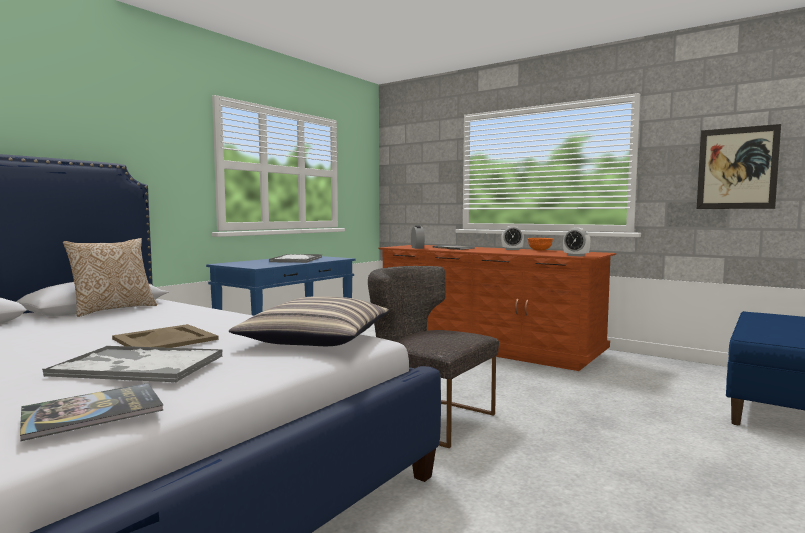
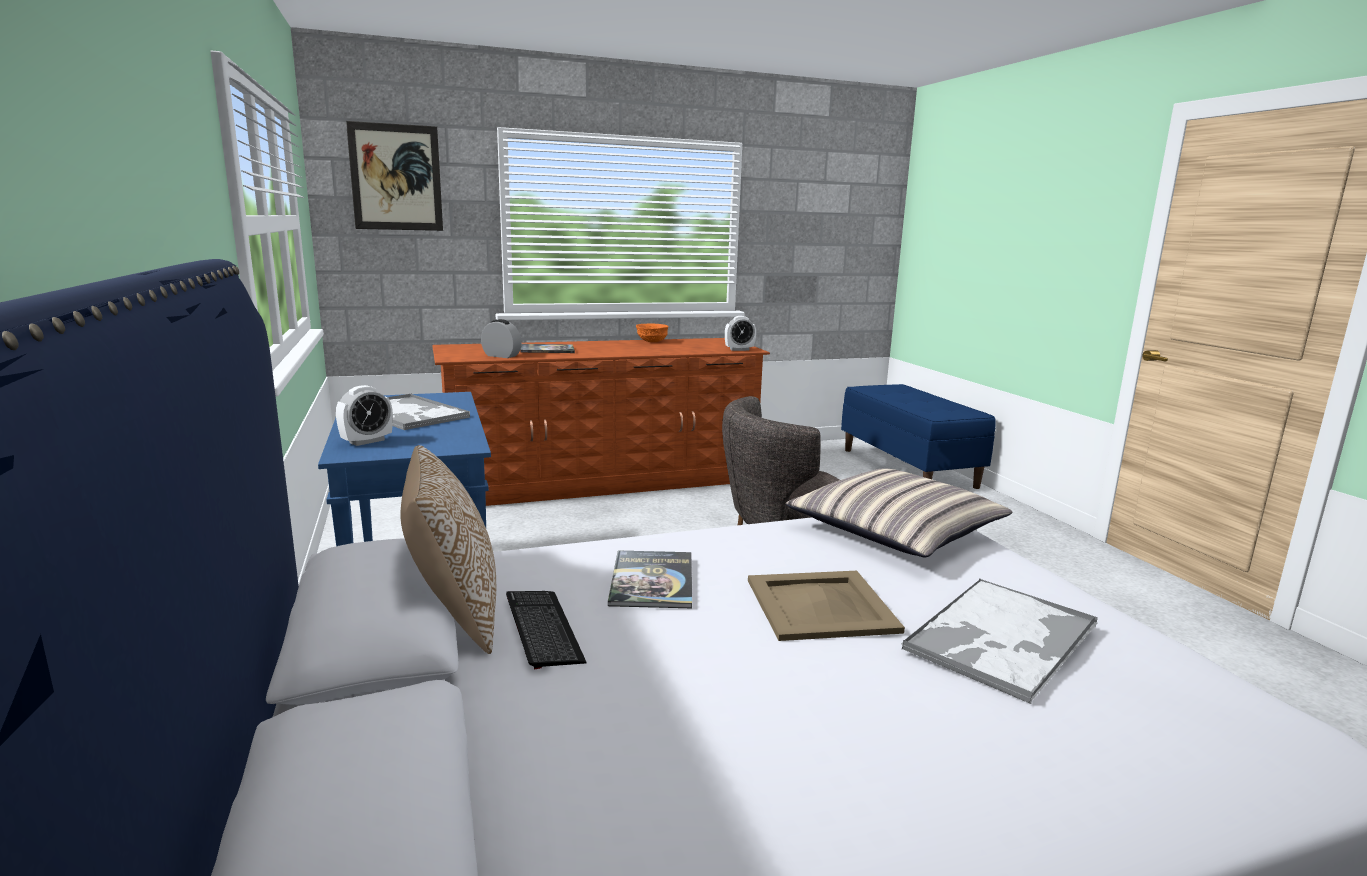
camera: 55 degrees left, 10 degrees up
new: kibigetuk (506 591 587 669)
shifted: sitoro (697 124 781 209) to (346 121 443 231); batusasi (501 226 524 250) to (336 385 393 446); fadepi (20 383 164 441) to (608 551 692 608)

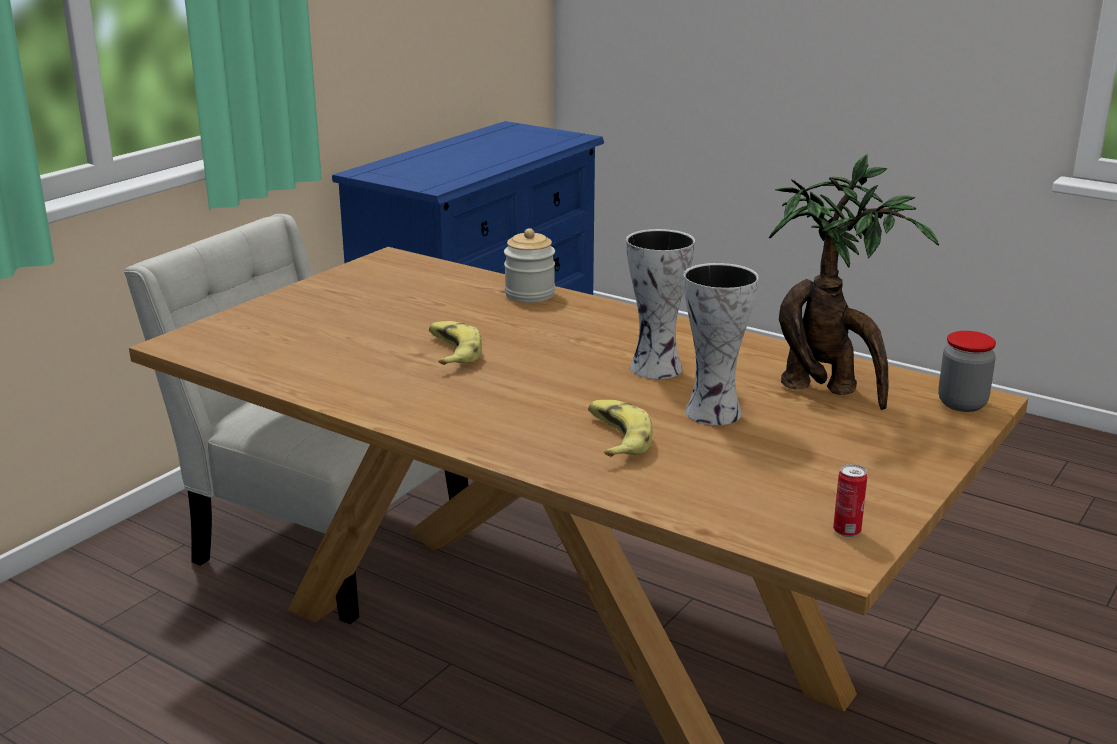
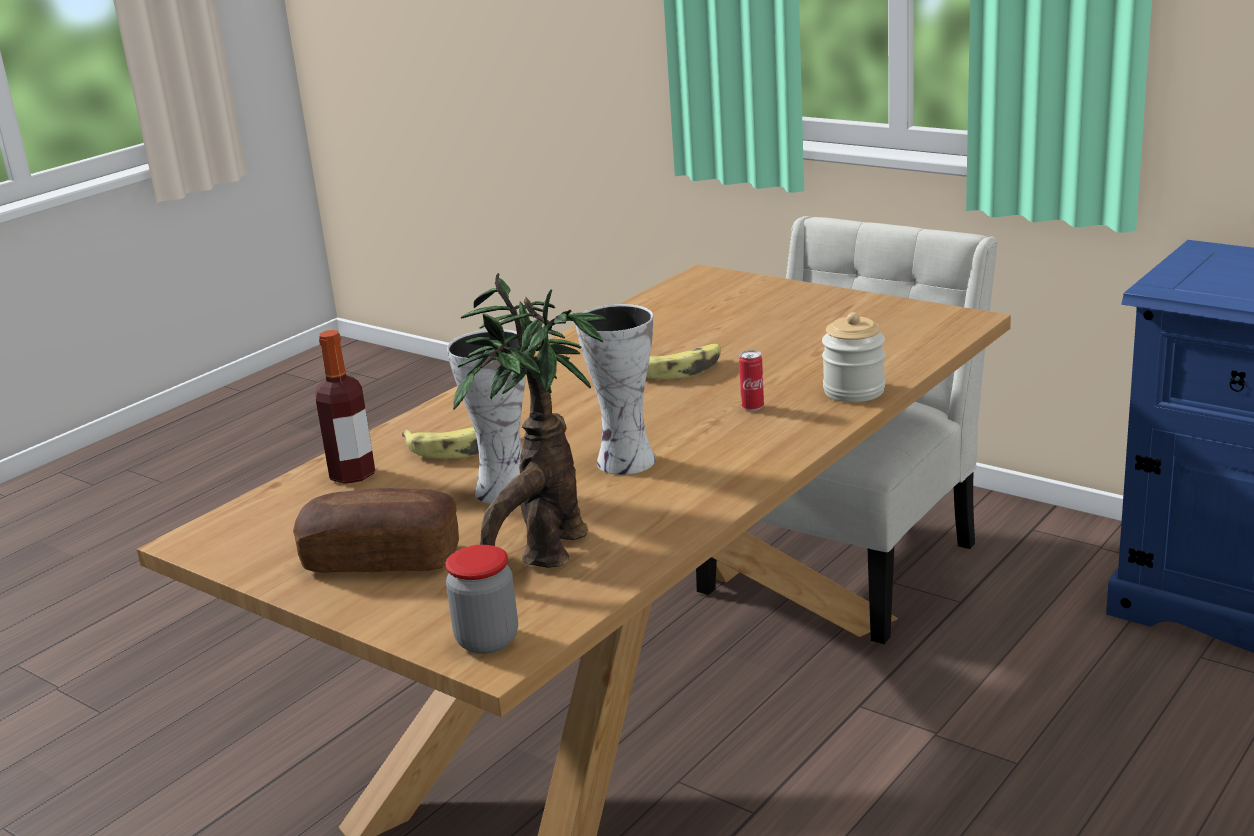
camera: 95 degrees right, 0 degrees up
new: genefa (316 330 375 484); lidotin (293 488 459 573)
shifted: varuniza (833 464 867 537) to (739 350 764 411)

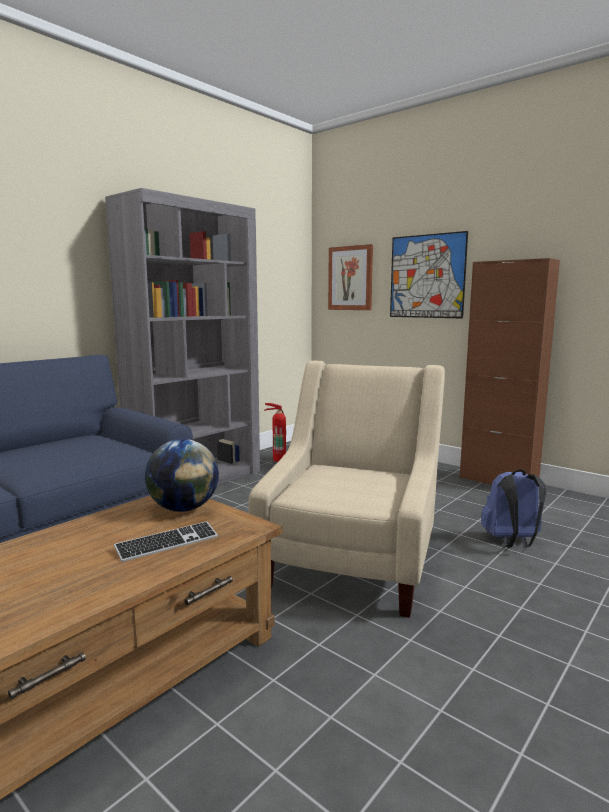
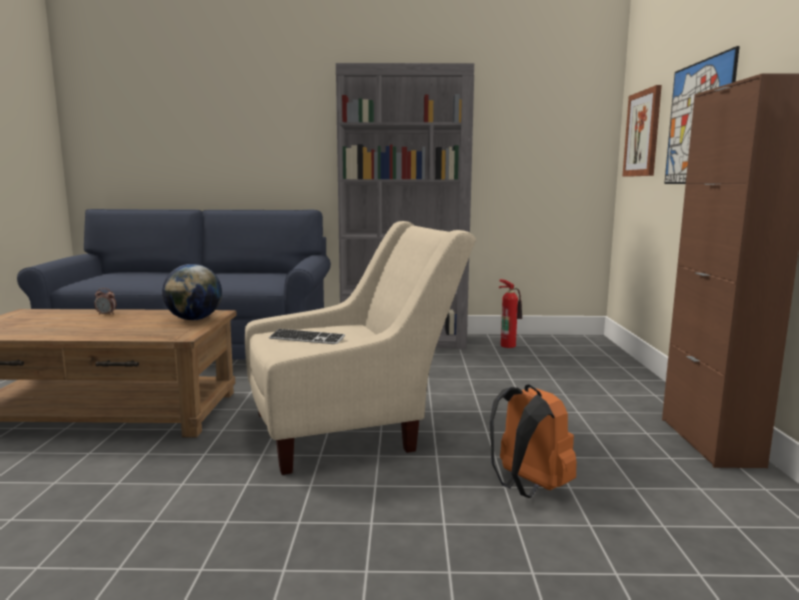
camera: 50 degrees right, 0 degrees up
new: batusasi (94 288 116 315)
shifted: kibigetuk (114 521 218 562) to (269 329 345 344)
repainted: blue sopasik (481 469 546 548) to orange sopasik (490 384 577 498)

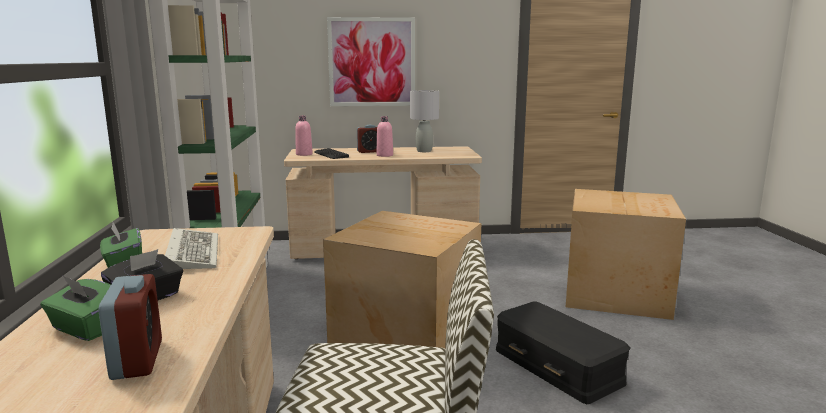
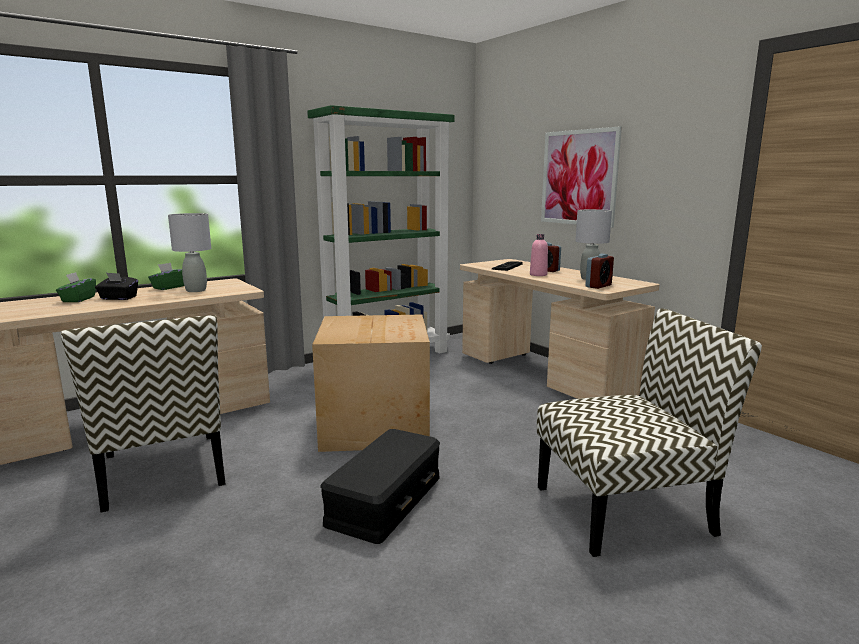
camera: 60 degrees right, 0 degrees up
gone: pink genefa (295 116 313 156)
shifted: batusasi (98 274 162 380) to (585 254 614 289)
swapped: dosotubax (566 189 686 320) to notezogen (537 308 762 557); kibigetuk (165 228 218 269) to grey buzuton (168 213 211 292)

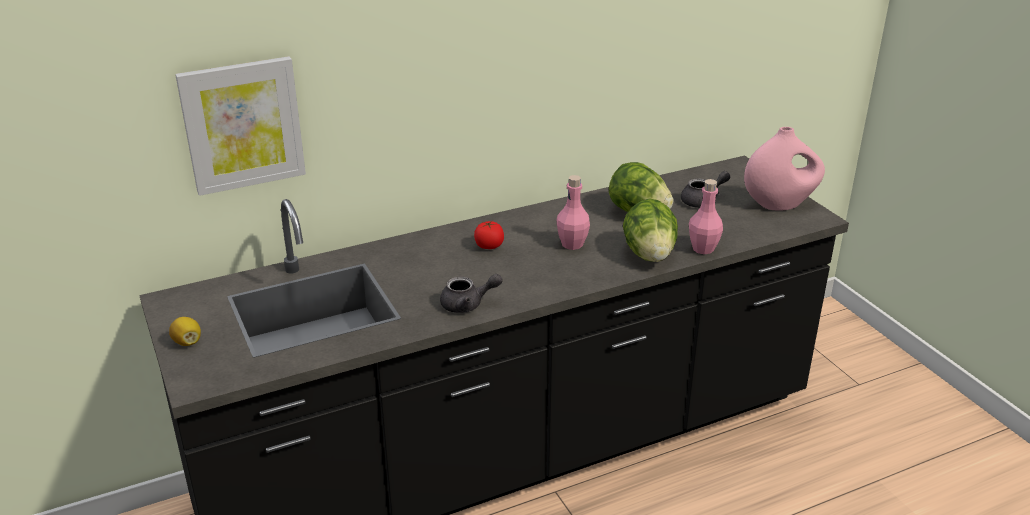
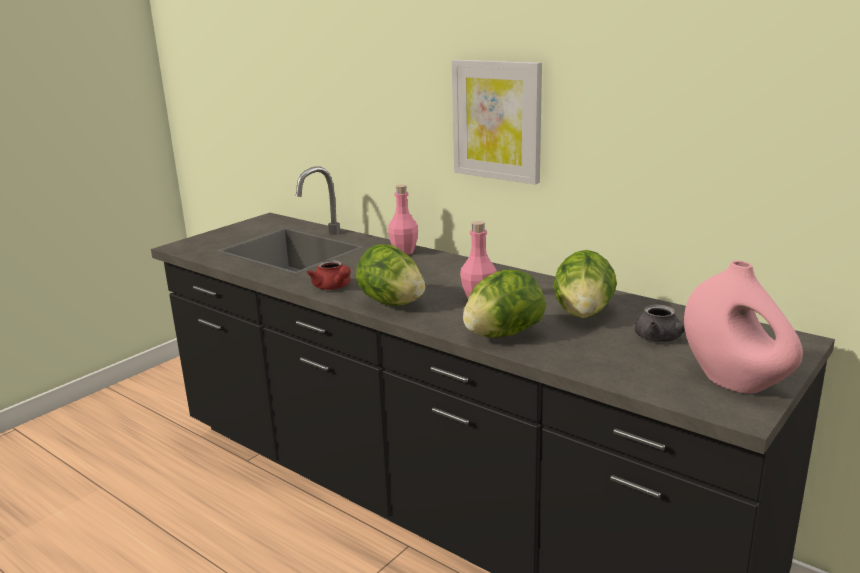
camera: 65 degrees right, 10 degrees down
gone: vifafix (474 221 504 249); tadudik (169 317 201 346)
new: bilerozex (356 244 425 306)
shifted: sitoro (175 56 306 196) to (452 59 542 185); pink genefa (689 179 723 254) to (388 184 418 255)
repainted: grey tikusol (440 274 503 313) to red tikusol (307 260 351 290)

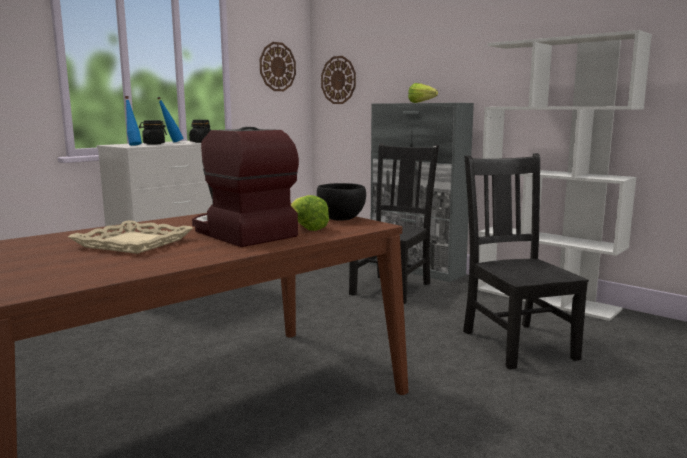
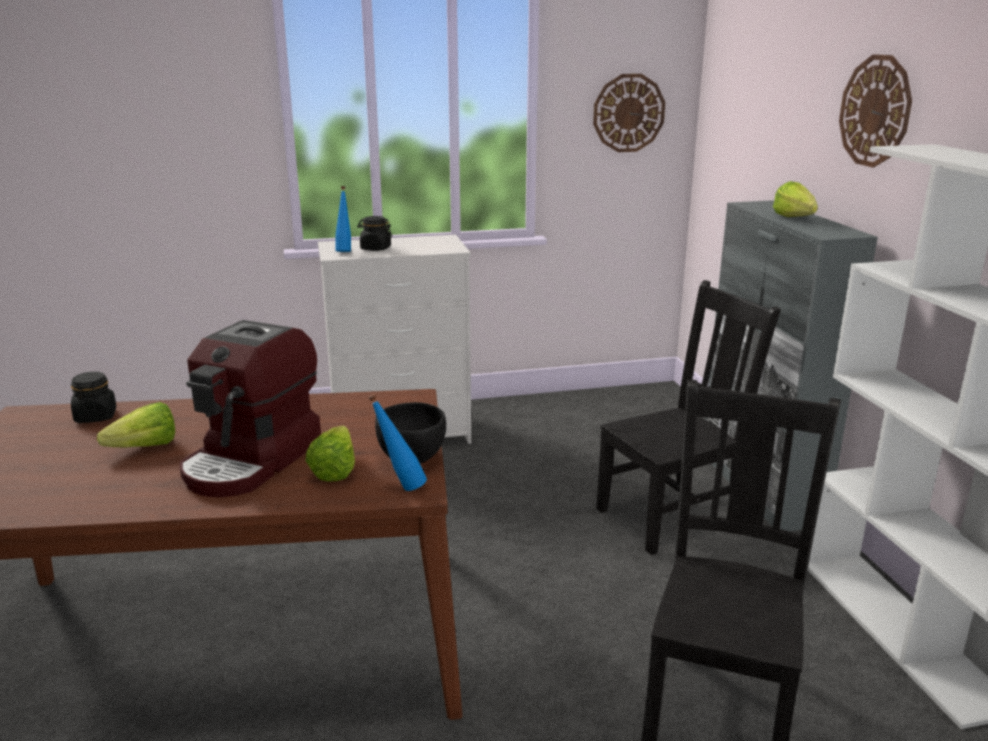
camera: 35 degrees right, 10 degrees up
shifted: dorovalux (321 56 356 104) to (839 54 912 167); blue genefa (157 97 183 143) to (368 394 427 491); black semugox (189 120 211 143) to (71 372 116 423)
swapped: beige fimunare (68 220 193 254) to bilerozex (97 402 175 447)
rotated: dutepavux (192 127 299 247) = (180 320 321 497) 150 degrees counterclockwise

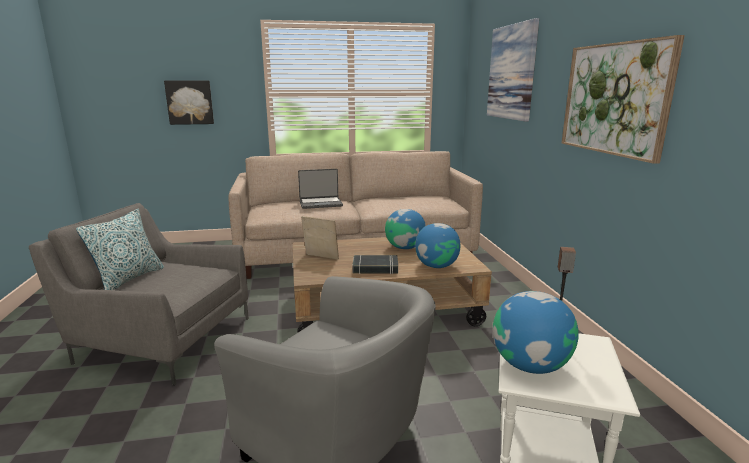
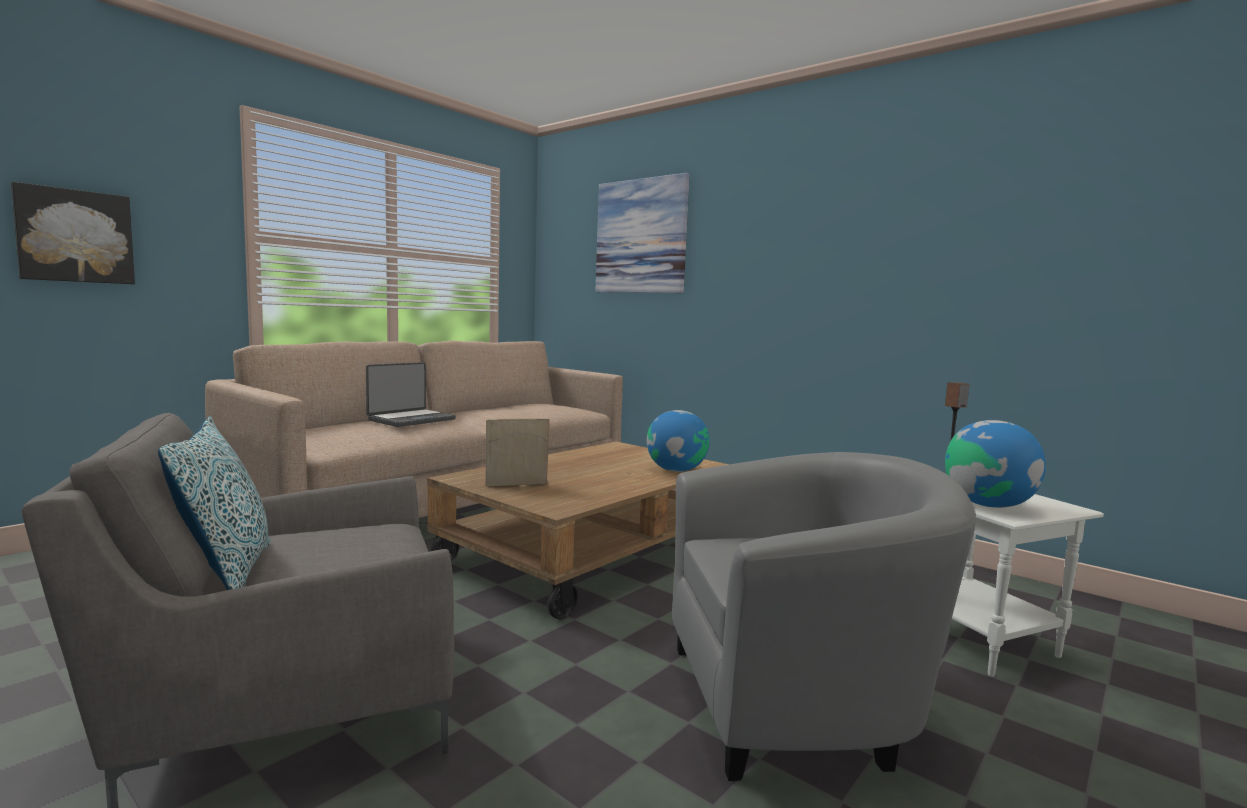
camera: 40 degrees left, 10 degrees down
gone: sitoro (562 35 685 164); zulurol (385 209 426 249); black fadepi (352 255 398 274)

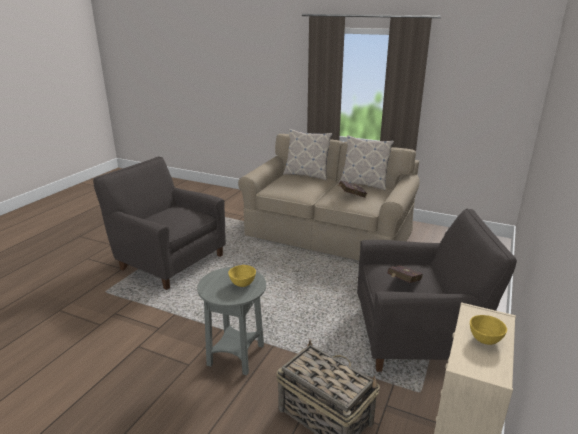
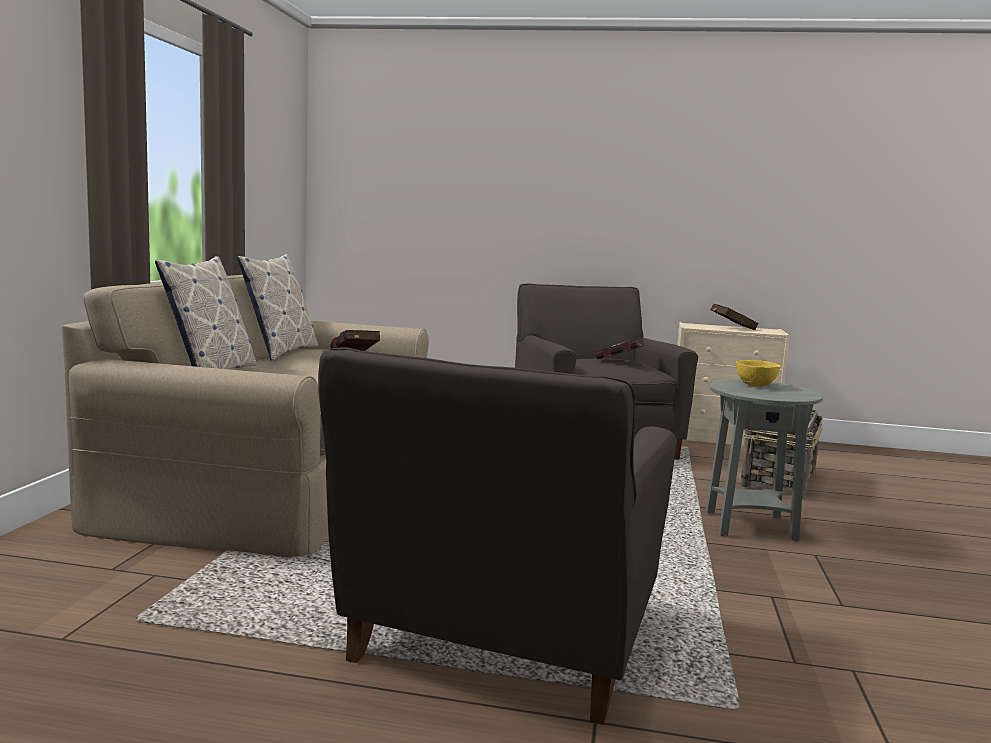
camera: 105 degrees left, 15 degrees down
swapped: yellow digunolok (470 315 507 345) to red fadepi (711 304 759 330)

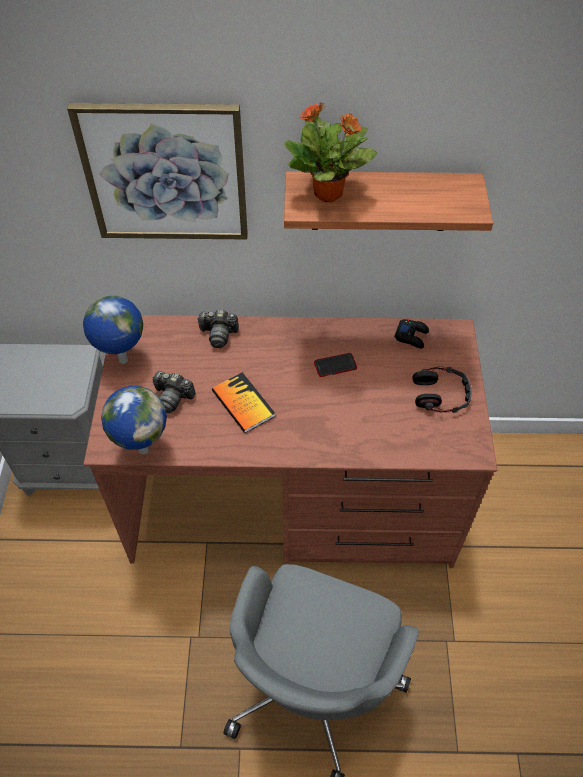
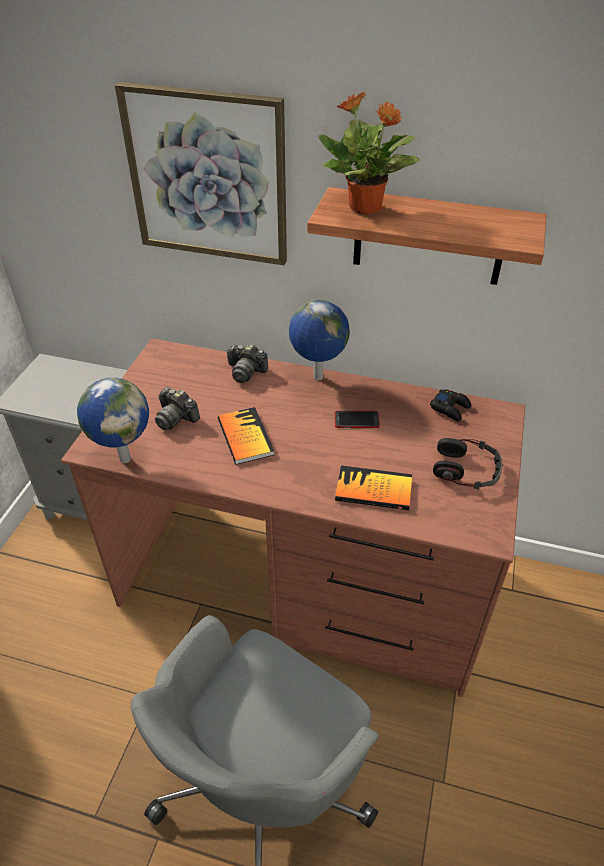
camera: 15 degrees right, 10 degrees down
new: fadepi (335 466 412 510)
shifted: zulurol (83 295 143 364) to (289 300 350 380)

